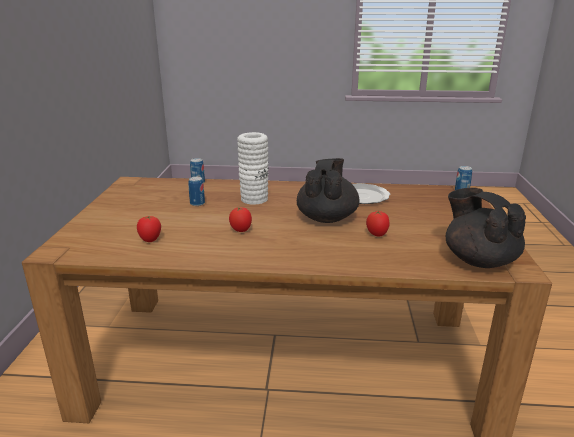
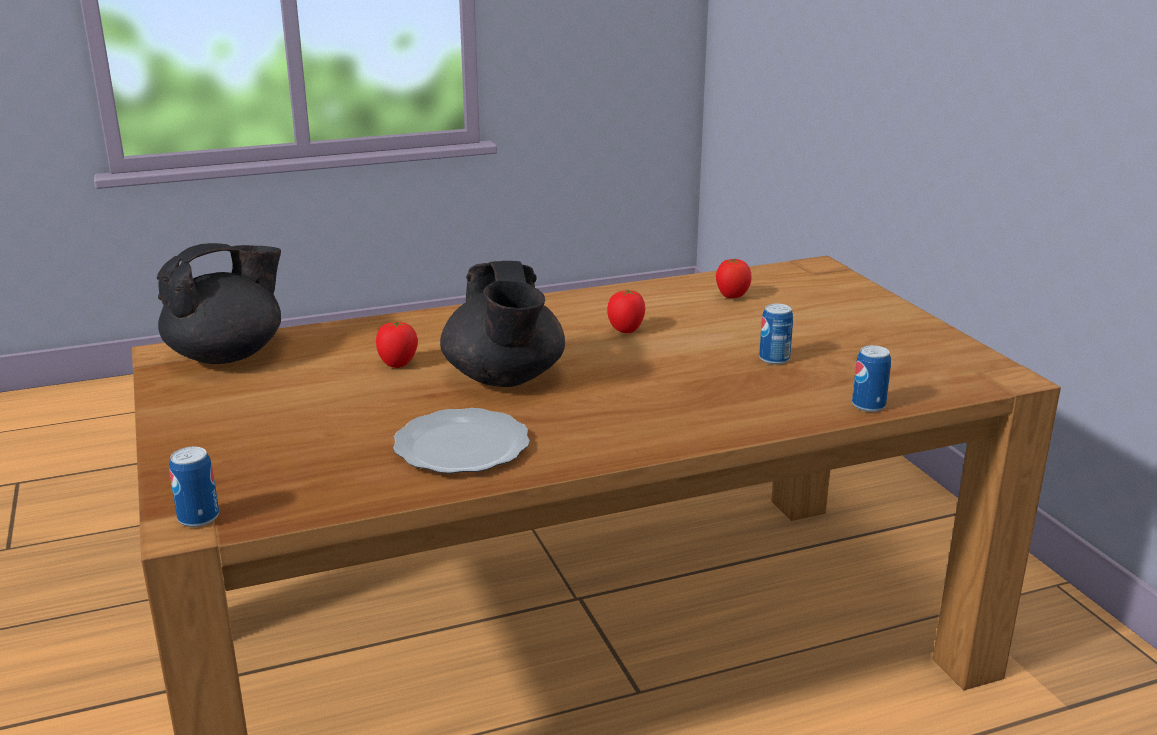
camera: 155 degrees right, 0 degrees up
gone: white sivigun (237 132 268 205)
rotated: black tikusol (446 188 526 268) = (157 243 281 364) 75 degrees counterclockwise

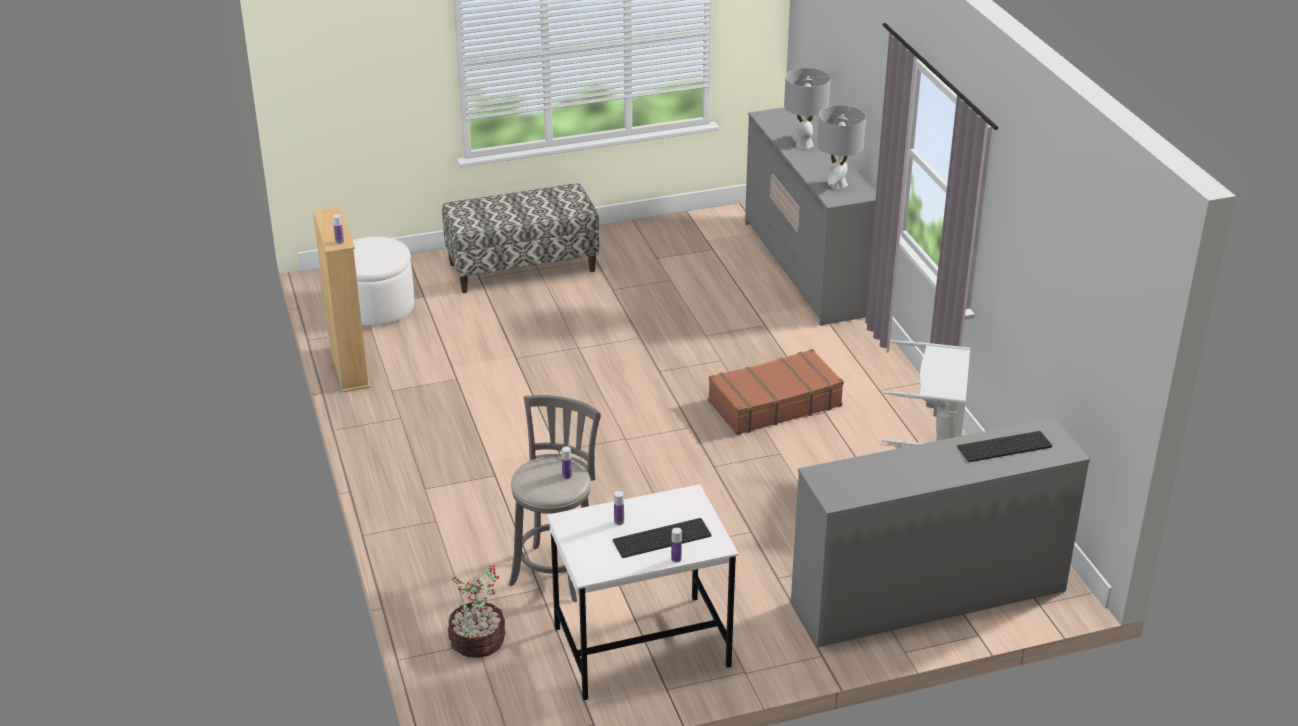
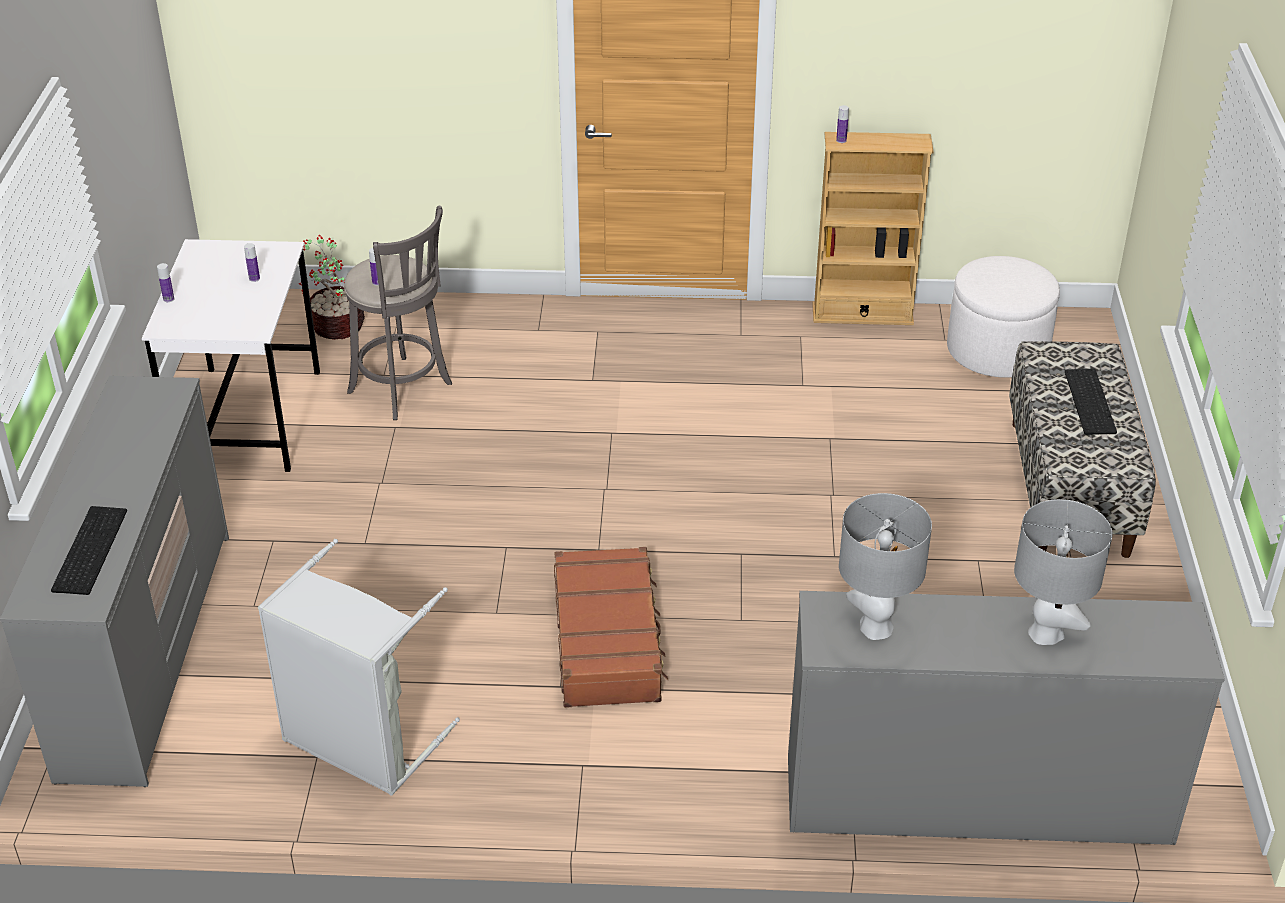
camera: 110 degrees right, 5 degrees up
shifted: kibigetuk (613 518 711 558) to (1065 369 1117 435)

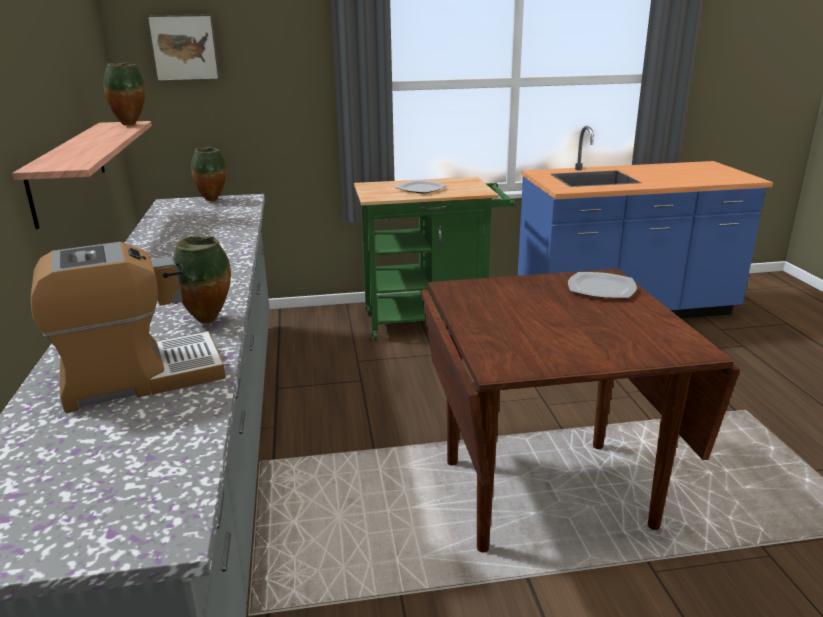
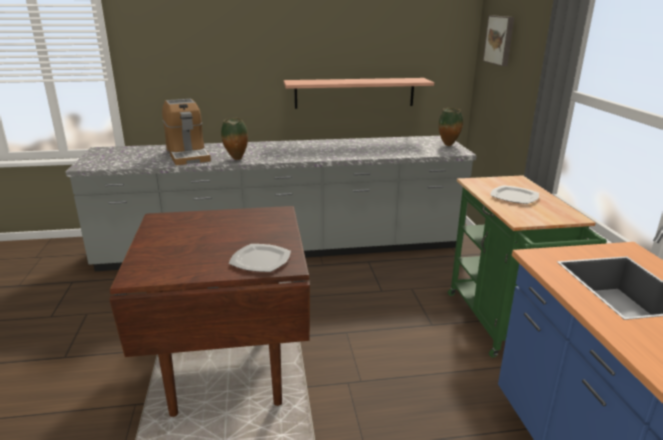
camera: 90 degrees right, 0 degrees up
gone: sivigun (104 63 145 125)

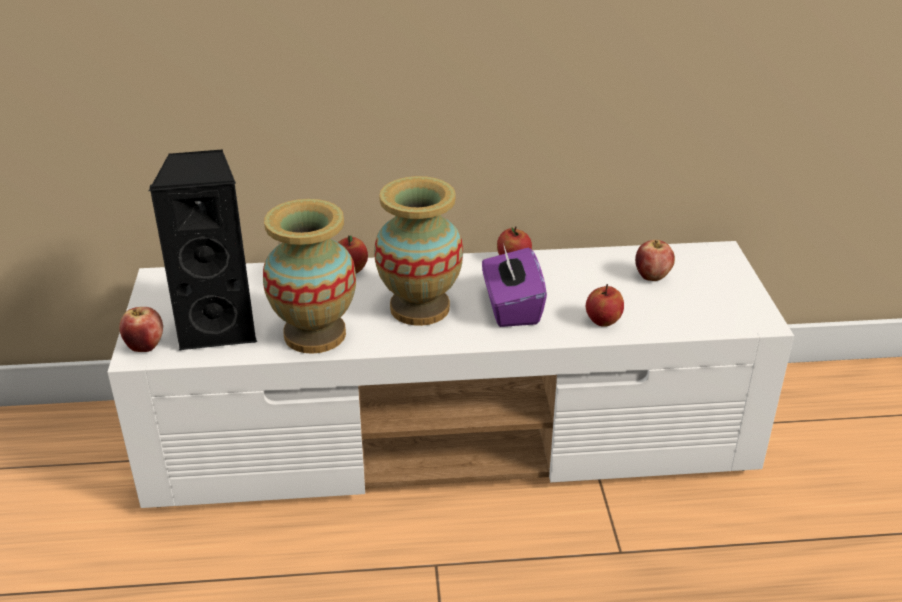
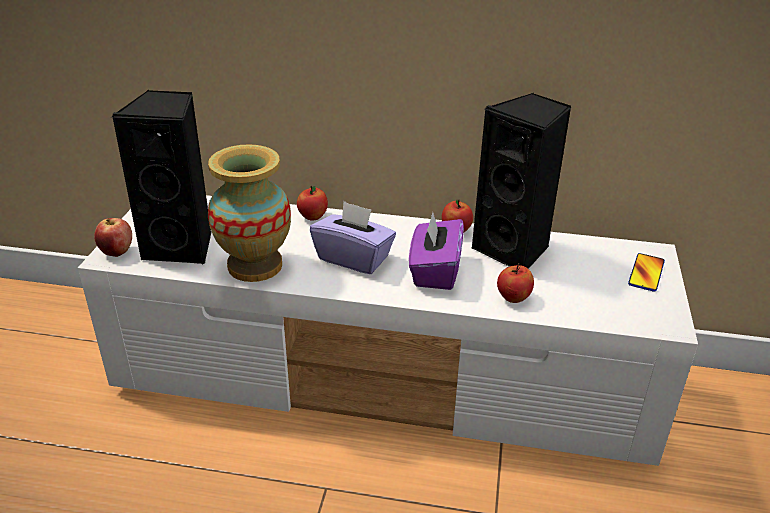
camera: 15 degrees right, 0 degrees up
gone: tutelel (635 240 675 281)
new: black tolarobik (472 93 571 269); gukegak (628 253 665 292)
swapped: sivigun (374 176 463 326) to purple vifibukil (310 201 396 274)

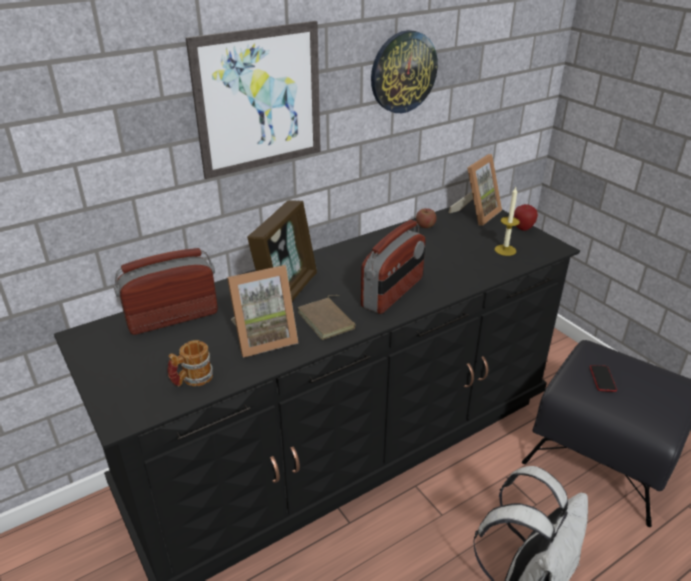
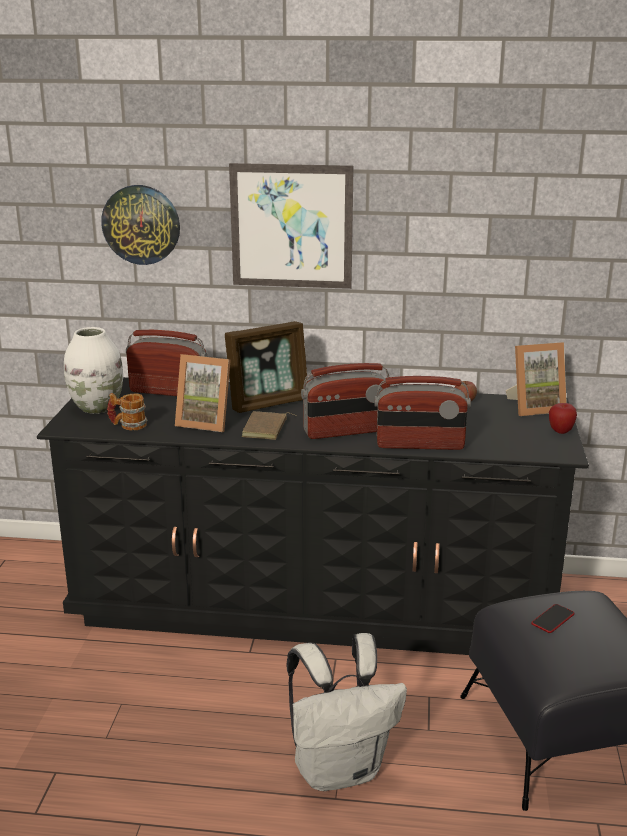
camera: 40 degrees right, 10 degrees down
gone: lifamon (495 187 520 256)
new: white sivigun (64 327 123 414); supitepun (374 376 471 450)
shifted: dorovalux (371 30 438 113) to (101 185 180 265)

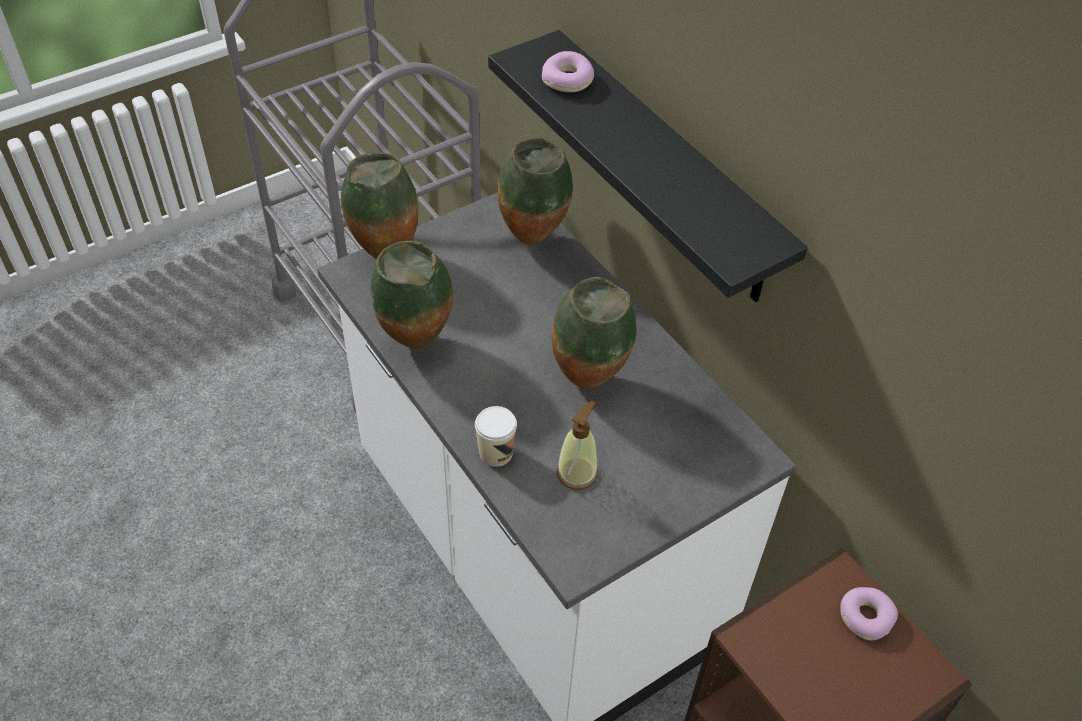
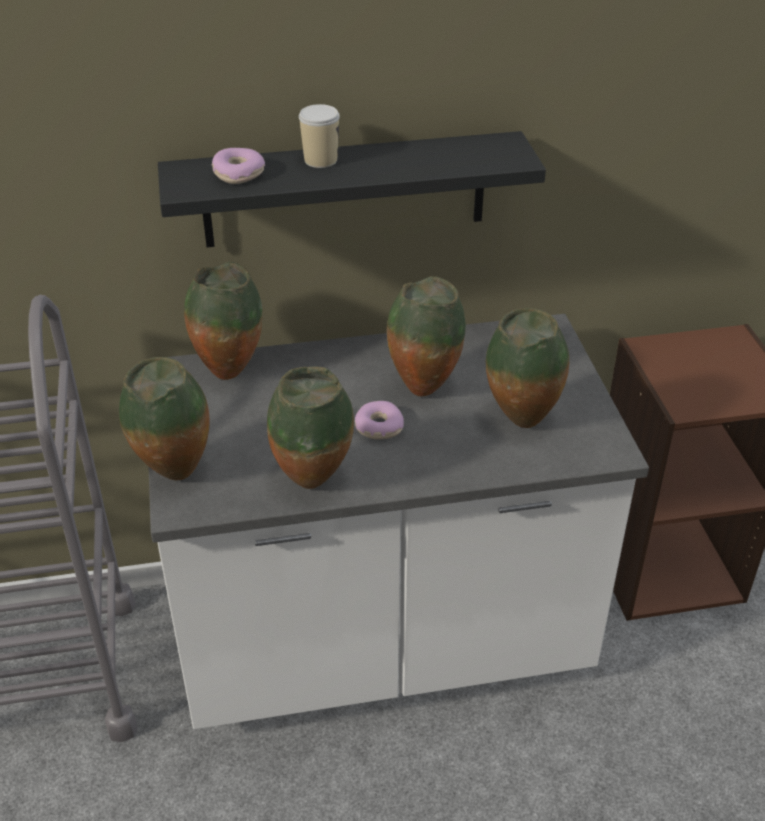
camera: 65 degrees left, 10 degrees down
shifted: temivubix (475 406 517 467) to (299 104 340 168); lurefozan (840 587 898 640) to (355 401 404 440)
swapped: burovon (557 401 598 490) to sivigun (486 308 569 428)

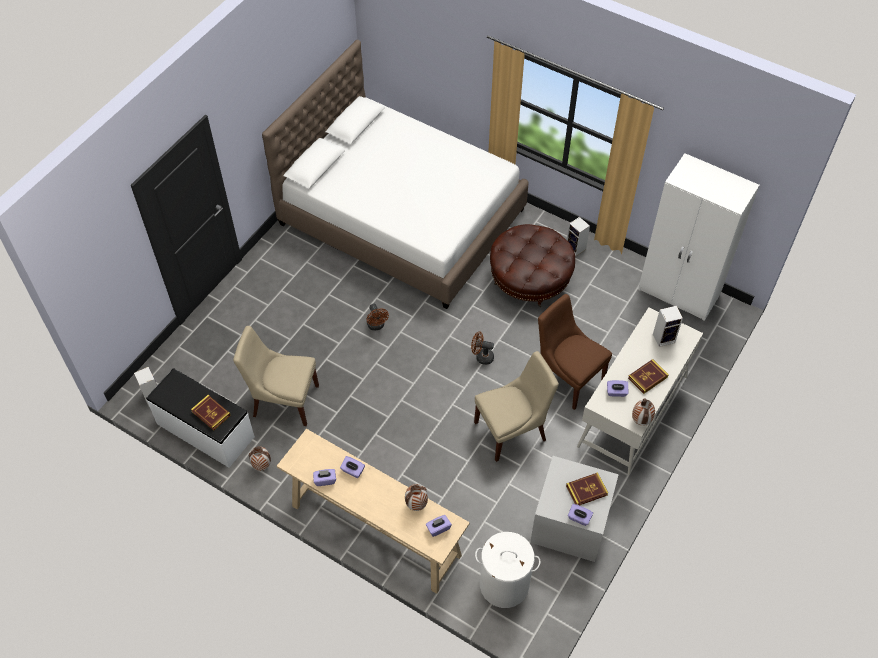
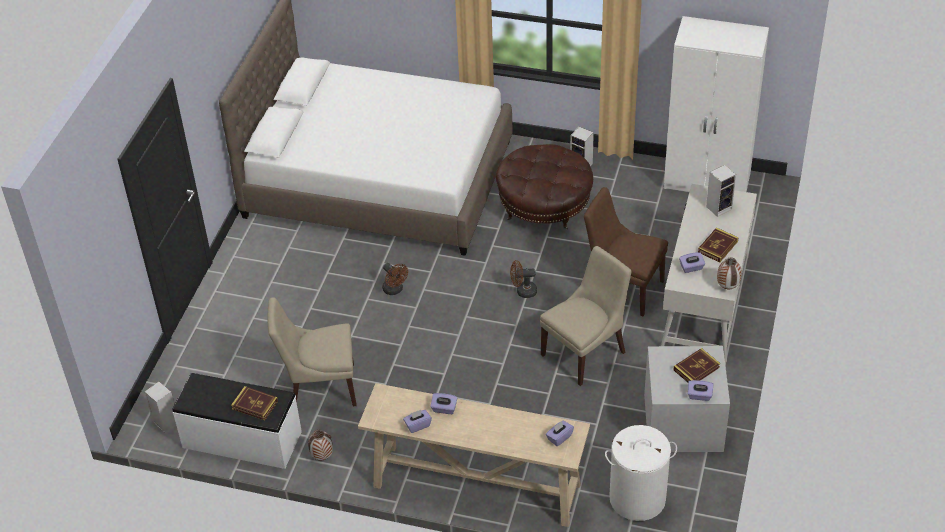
camera: 15 degrees left, 10 degrees down
gone: sivigun (405 484 428 511)

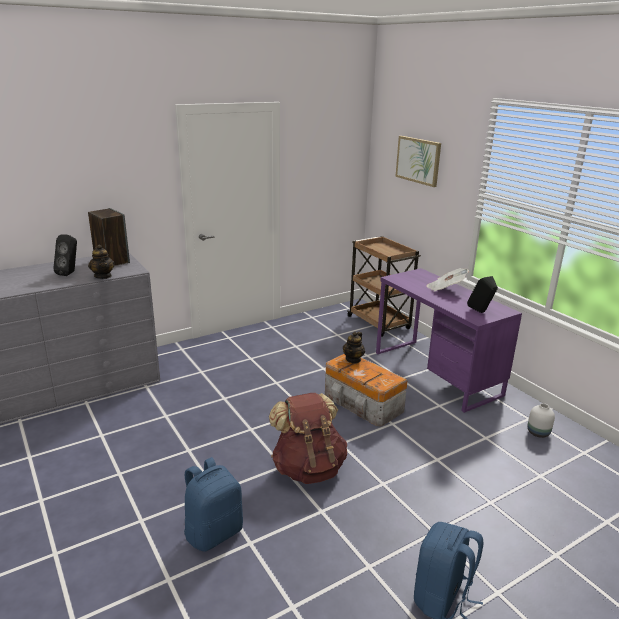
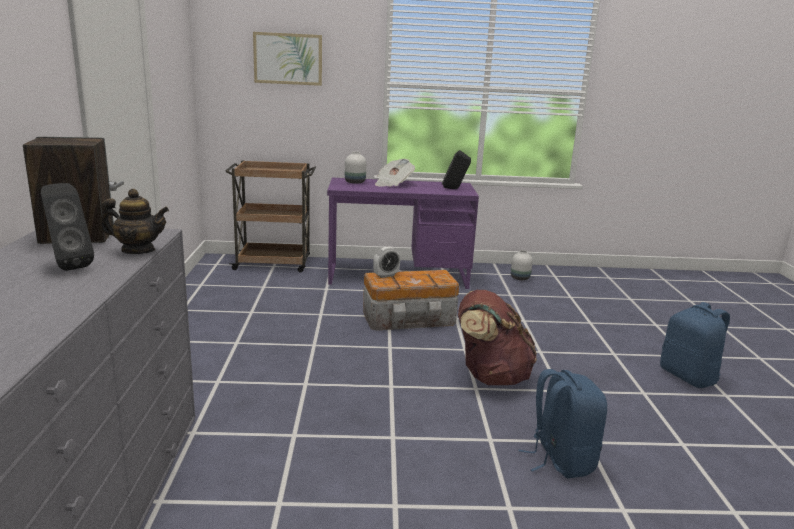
camera: 60 degrees left, 5 degrees down
new: white sivigun (345 151 366 184)
swapped: tikusol (343 332 365 363) to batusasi (373 247 400 278)

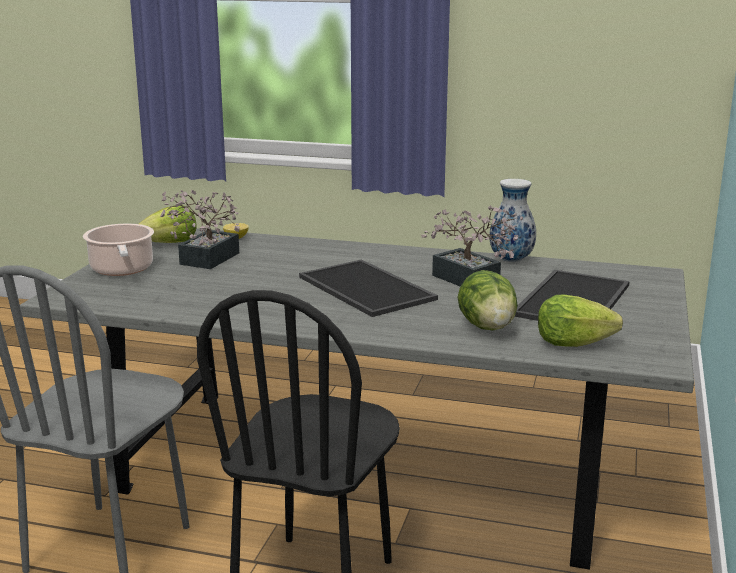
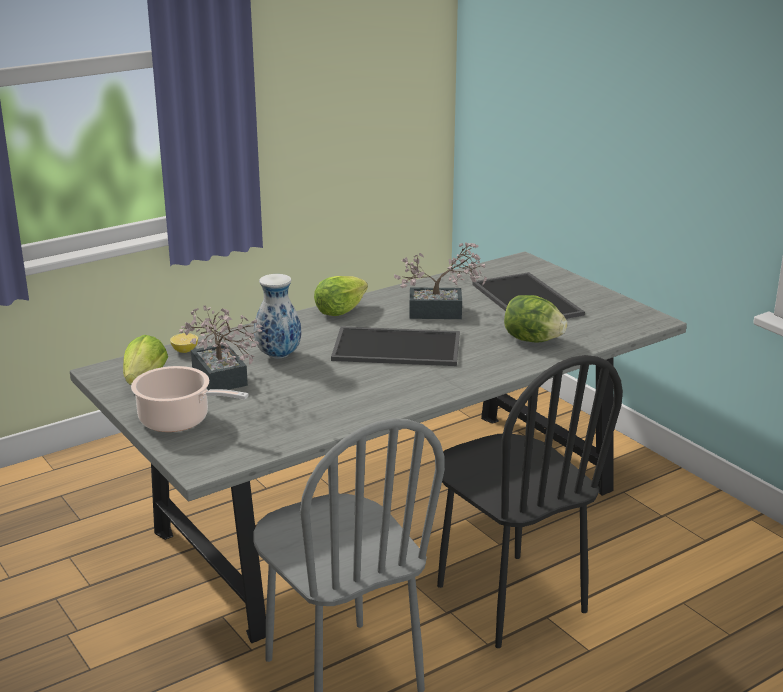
camera: 50 degrees left, 5 degrees up
shifted: sivigun (489 179 536 262) to (254 274 301 359); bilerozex (538 294 623 347) to (314 276 368 316)

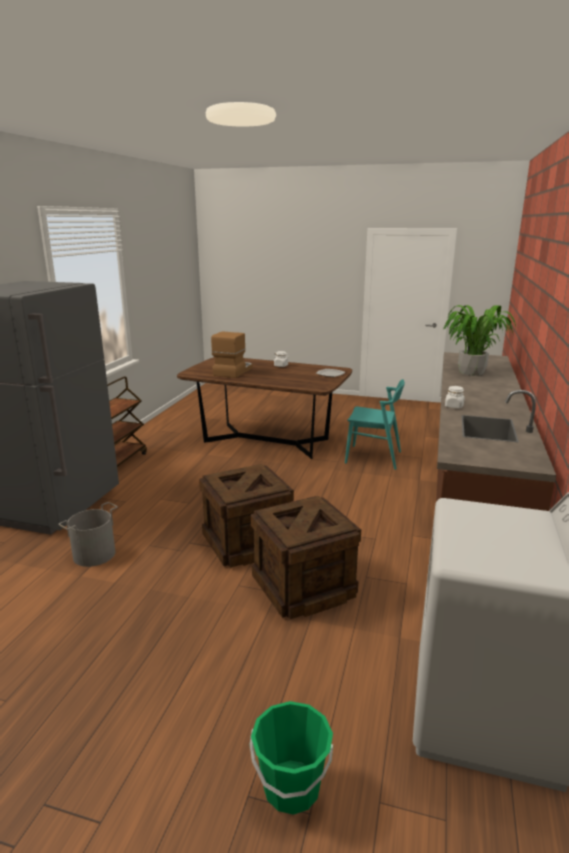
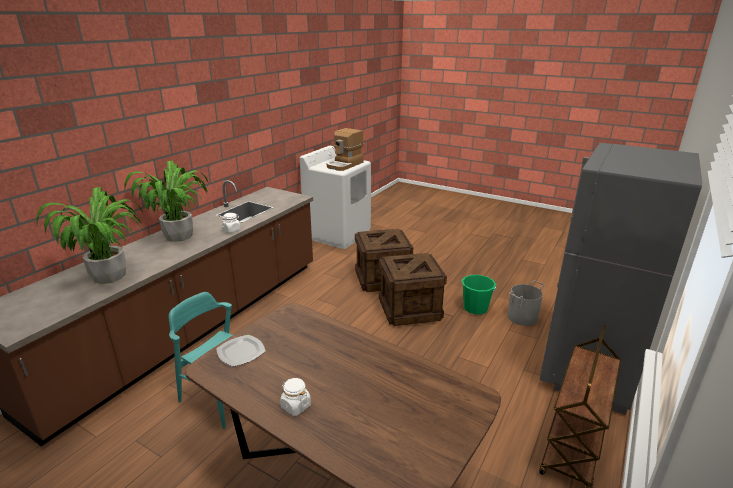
camera: 165 degrees left, 5 degrees up
new: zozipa (125 161 208 242)
shifted: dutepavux (211 331 253 378) to (327 128 364 171); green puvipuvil (249 701 333 815) to (462 275 496 315)

